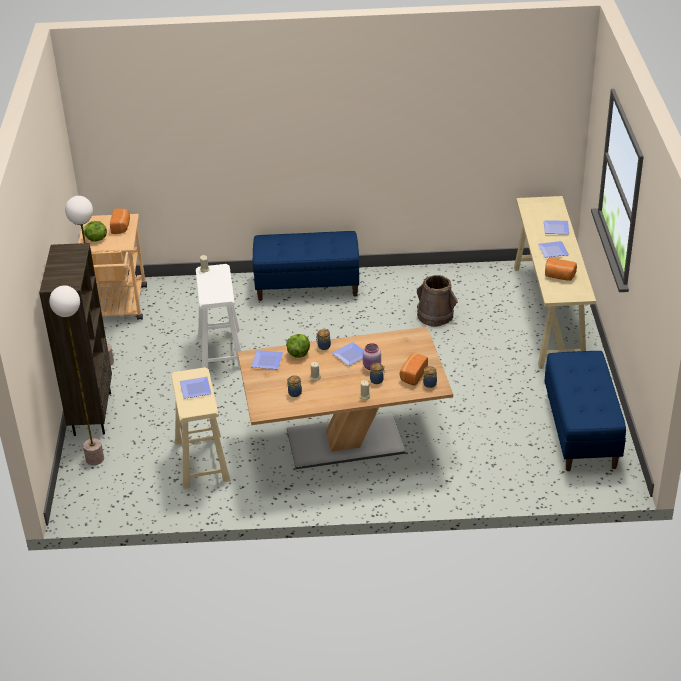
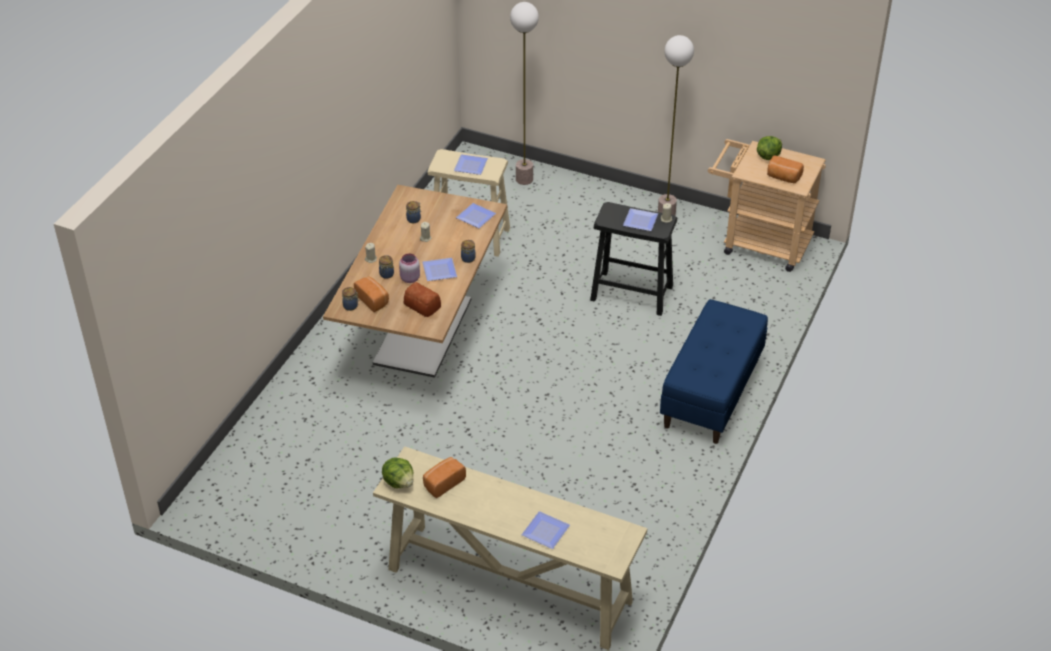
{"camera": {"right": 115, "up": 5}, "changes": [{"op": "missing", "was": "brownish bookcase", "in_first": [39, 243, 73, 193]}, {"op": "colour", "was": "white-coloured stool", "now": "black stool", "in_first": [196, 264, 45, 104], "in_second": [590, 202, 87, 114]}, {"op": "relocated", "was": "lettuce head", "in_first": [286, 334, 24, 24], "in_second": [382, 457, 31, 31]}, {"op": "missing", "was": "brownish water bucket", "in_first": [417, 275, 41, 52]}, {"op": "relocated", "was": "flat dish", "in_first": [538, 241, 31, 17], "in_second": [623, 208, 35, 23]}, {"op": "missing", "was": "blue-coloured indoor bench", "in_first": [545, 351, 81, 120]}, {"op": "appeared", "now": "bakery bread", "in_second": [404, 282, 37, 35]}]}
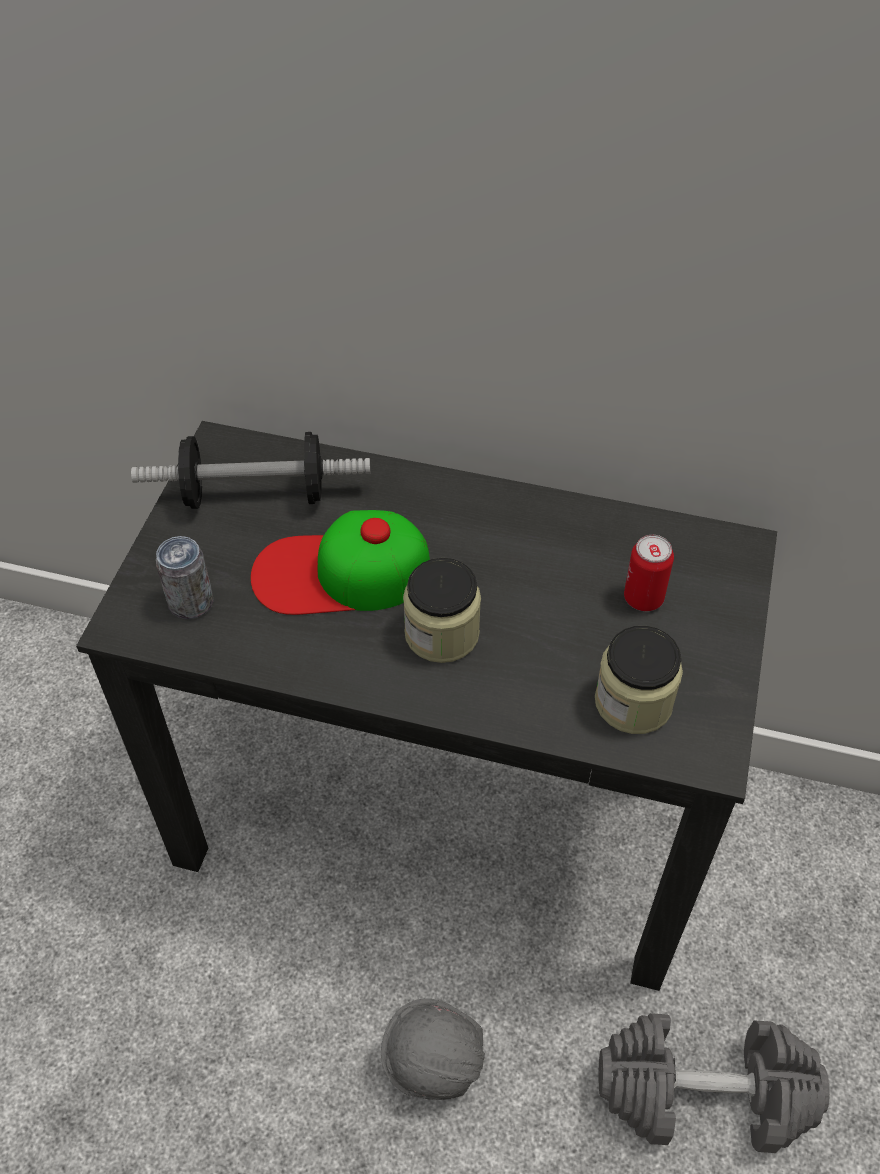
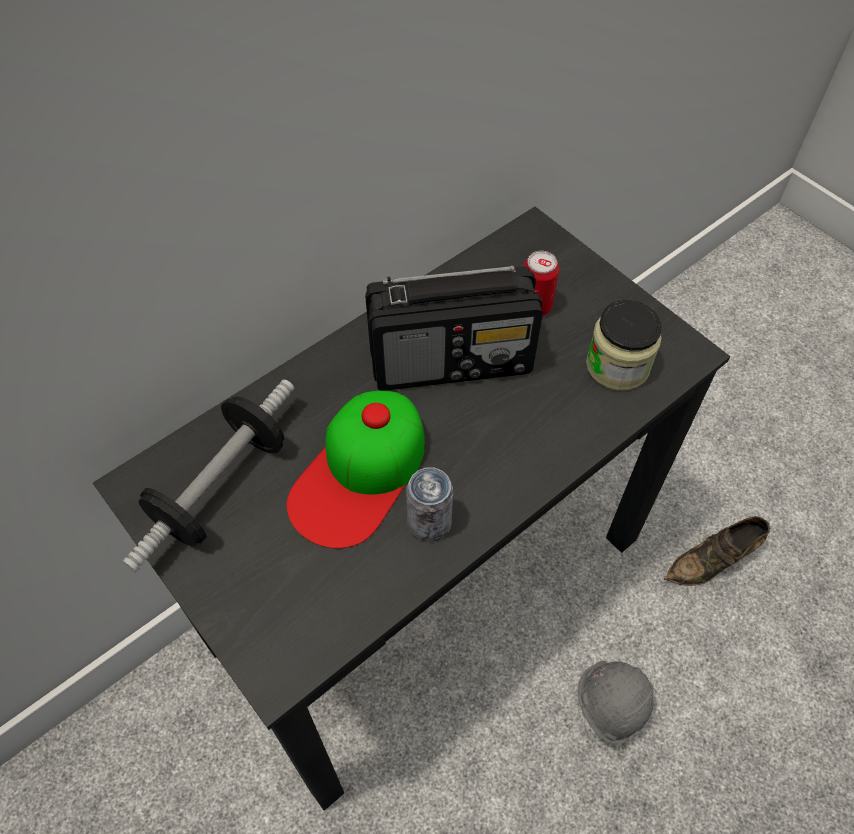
{"camera": {"right": -55, "up": 5}, "changes": [{"op": "relocated", "was": "metal can", "in_first": [156, 536, 58, 83], "in_second": [406, 467, 47, 75]}, {"op": "missing", "was": "jar", "in_first": [403, 558, 78, 105]}, {"op": "exchanged", "was": "grey hand weight", "now": "brownish low shoe", "in_first": [598, 1013, 232, 140], "in_second": [664, 516, 106, 70]}, {"op": "appeared", "now": "radio receiver", "in_second": [365, 266, 178, 125]}]}
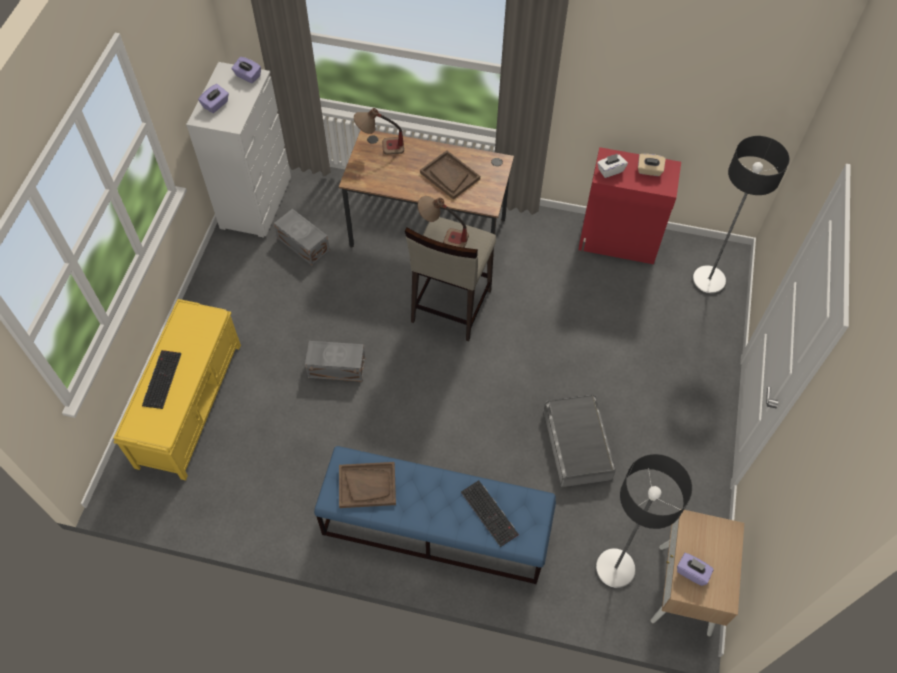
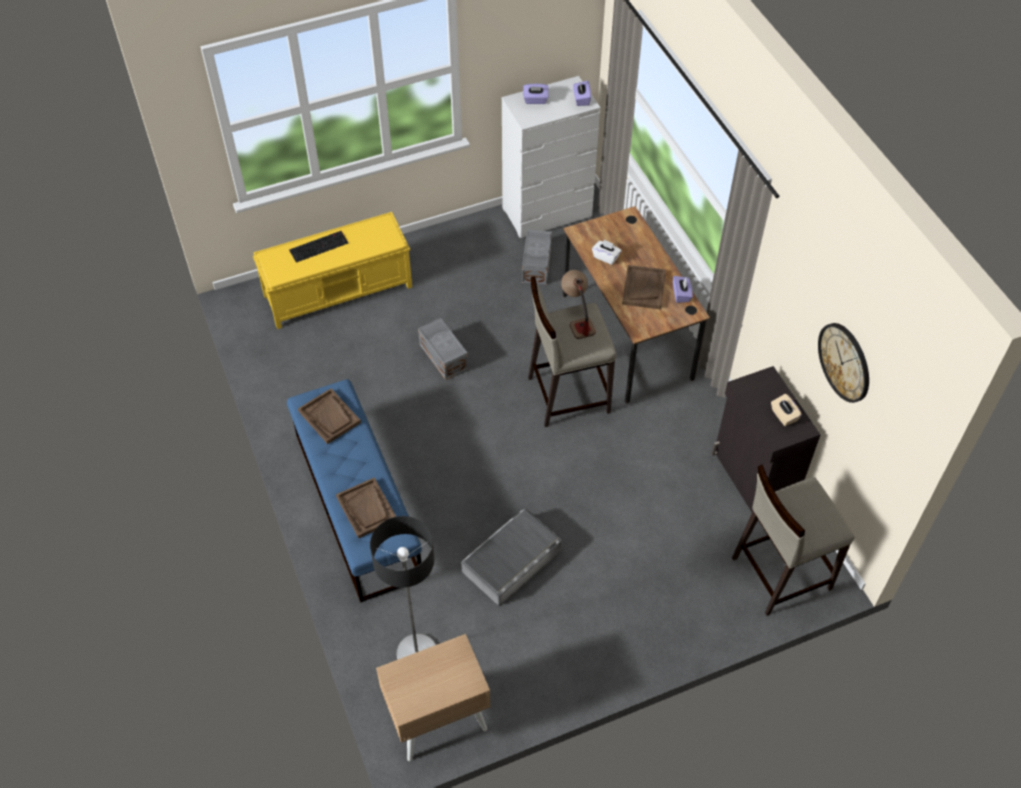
{"camera": {"right": 55, "up": -5}, "changes": [{"op": "missing", "was": "tabletop lamp", "in_first": [354, 108, 50, 47]}, {"op": "exchanged", "was": "computer keyboard", "now": "brownish serving tray", "in_first": [461, 480, 58, 67], "in_second": [336, 478, 60, 60]}, {"op": "colour", "was": "reddish storage cabinet", "now": "black storage cabinet", "in_first": [578, 147, 103, 117], "in_second": [712, 366, 109, 146]}, {"op": "relocated", "was": "white-coloured tissue box", "in_first": [597, 153, 31, 25], "in_second": [592, 240, 30, 25]}, {"op": "relocated", "was": "purplish tissue box", "in_first": [677, 553, 37, 33], "in_second": [673, 276, 20, 27]}, {"op": "exchanged", "was": "floor lamp", "now": "sand-coloured stool", "in_first": [692, 136, 98, 159], "in_second": [732, 464, 123, 152]}, {"op": "appeared", "now": "hanging clock", "in_second": [818, 323, 51, 80]}]}
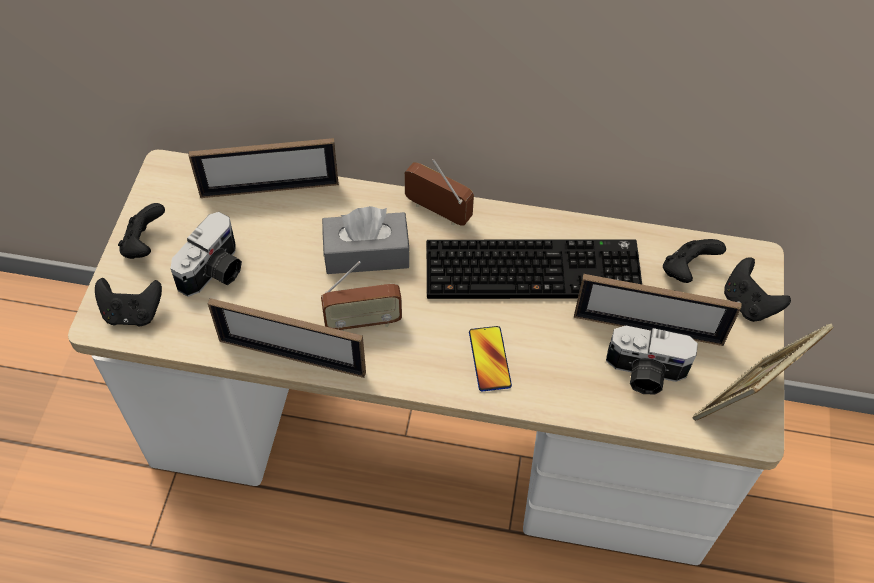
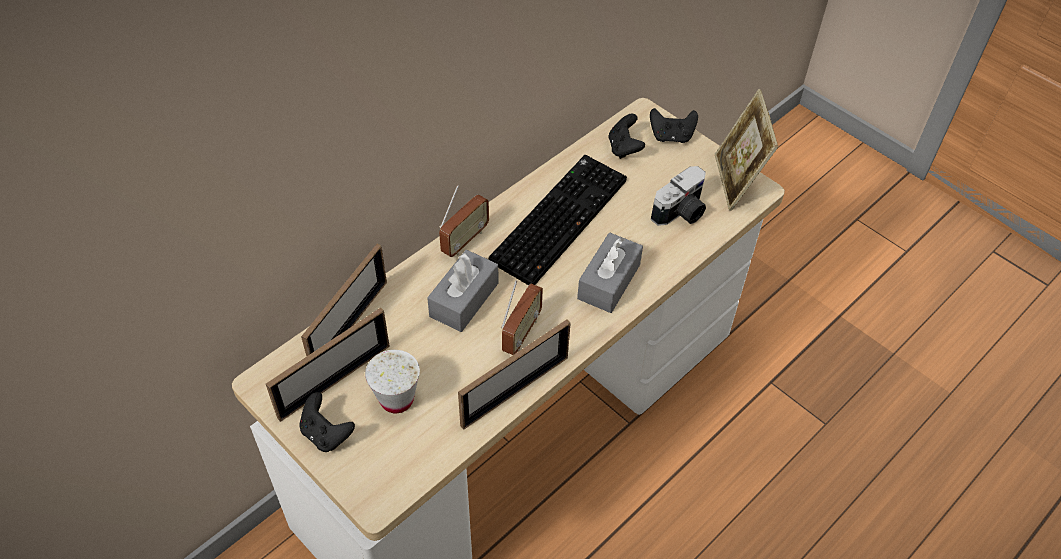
{"camera": {"right": -55, "up": -5}, "changes": [{"op": "missing", "was": "black game controller", "in_first": [95, 278, 67, 49]}, {"op": "exchanged", "was": "still camera", "now": "white-coloured cup", "in_first": [170, 212, 72, 85], "in_second": [365, 350, 55, 63]}, {"op": "spun", "was": "radio receiver", "in_first": [404, 159, 70, 67], "in_second": [439, 185, 50, 72], "clockwise": 150}, {"op": "exchanged", "was": "handset", "now": "grey tissue box", "in_first": [469, 326, 43, 65], "in_second": [577, 233, 66, 80]}, {"op": "relocated", "was": "photo frame", "in_first": [574, 274, 168, 72], "in_second": [266, 307, 124, 115]}]}
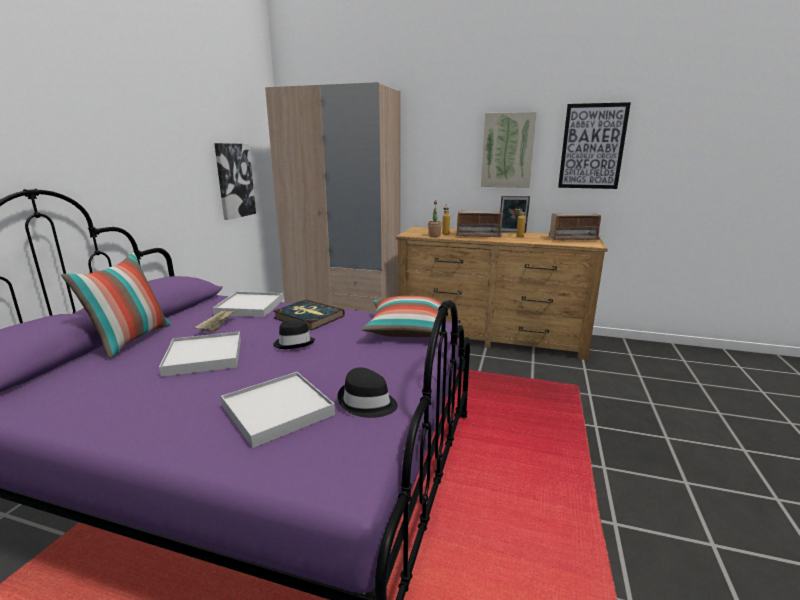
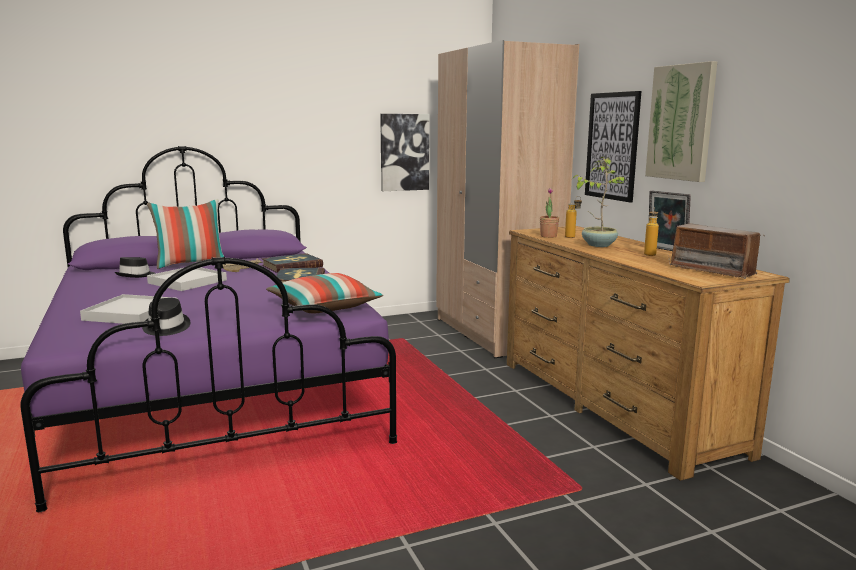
{"camera": {"right": 50, "up": -5}, "changes": [{"op": "exchanged", "was": "white-coloured serving tray", "now": "bound book", "in_first": [212, 292, 71, 25], "in_second": [261, 253, 62, 20]}, {"op": "relocated", "was": "black wearable hat", "in_first": [273, 320, 42, 29], "in_second": [115, 257, 40, 21]}, {"op": "exchanged", "was": "radio receiver", "now": "houseplant", "in_first": [455, 211, 47, 26], "in_second": [572, 157, 54, 90]}, {"op": "relocated", "was": "wall art", "in_first": [558, 102, 73, 87], "in_second": [585, 91, 56, 112]}]}
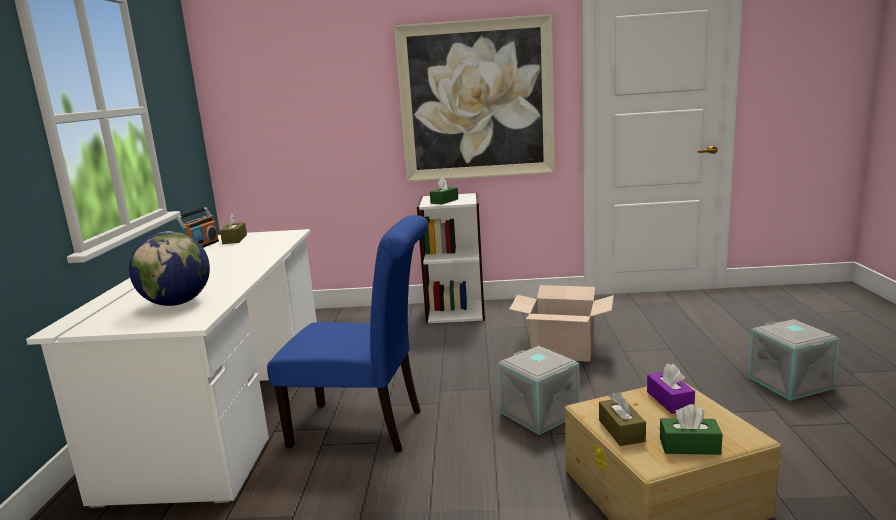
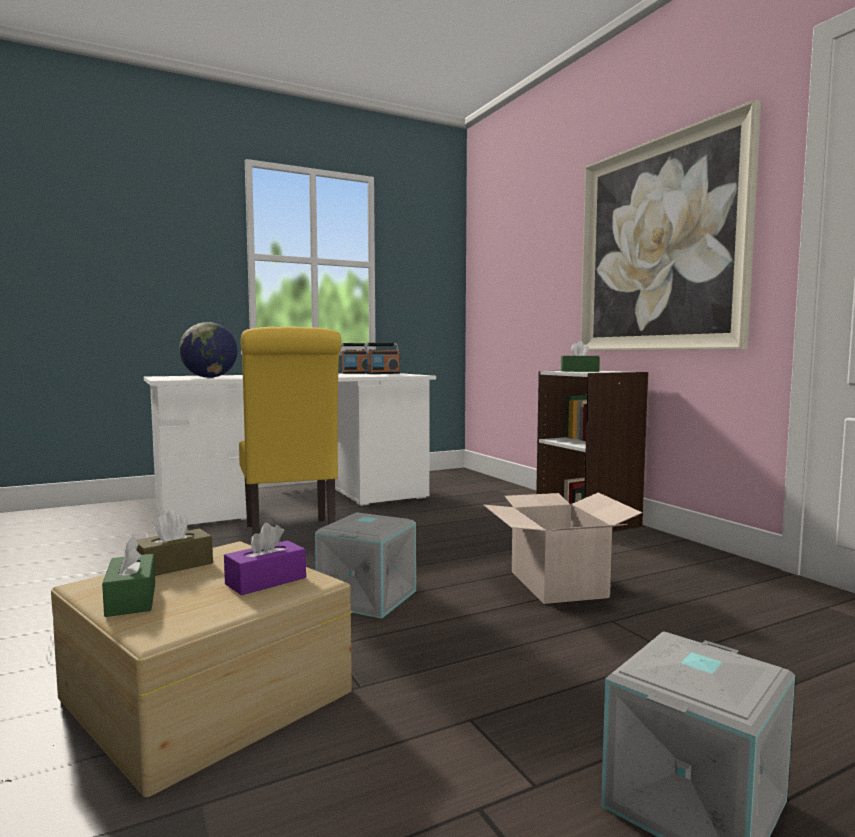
{"camera": {"right": 60, "up": -10}, "changes": [{"op": "exchanged", "was": "brownish tissue box", "now": "radio receiver", "in_first": [220, 213, 27, 31], "in_second": [364, 343, 37, 31]}, {"op": "colour", "was": "blue-coloured plain chair", "now": "yellow plain chair", "in_first": [267, 215, 161, 237], "in_second": [239, 327, 102, 208]}]}
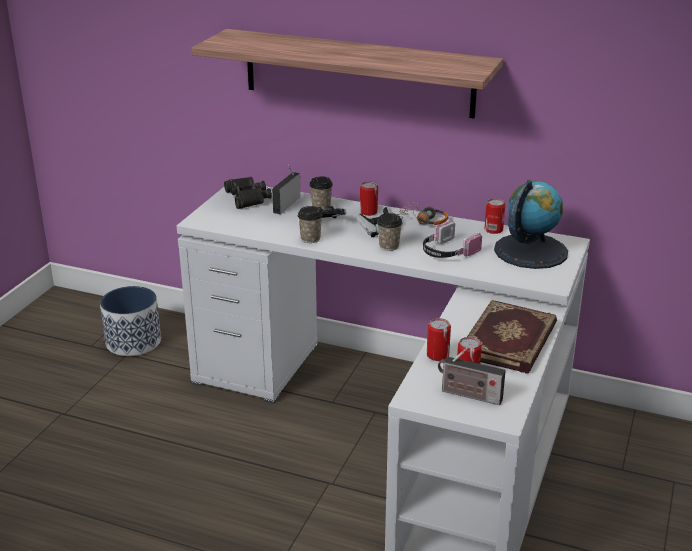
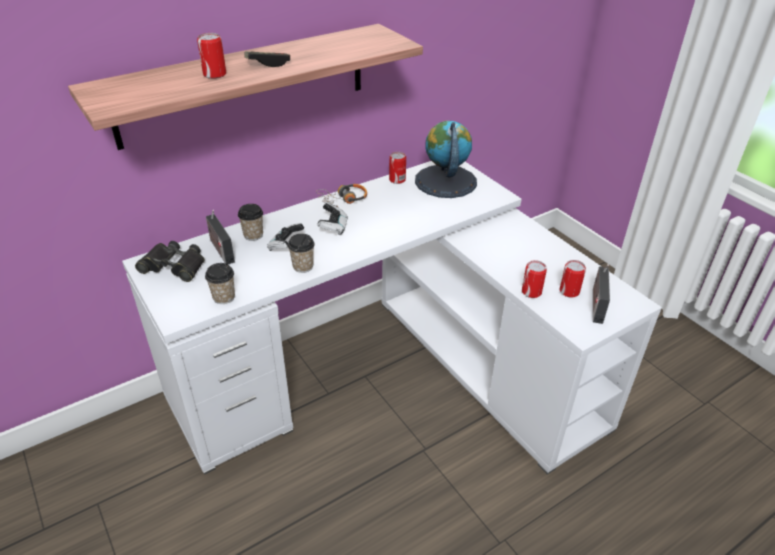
{"camera": {"right": -55, "up": 10}, "changes": [{"op": "missing", "was": "flower pot", "in_first": [100, 286, 61, 70]}, {"op": "relocated", "was": "metal can", "in_first": [360, 181, 18, 35], "in_second": [197, 33, 29, 46]}, {"op": "relocated", "was": "cup", "in_first": [377, 213, 25, 38], "in_second": [205, 263, 30, 41]}, {"op": "missing", "was": "headset", "in_first": [423, 221, 59, 37]}, {"op": "spun", "was": "radio receiver", "in_first": [438, 347, 68, 58], "in_second": [593, 264, 17, 60], "clockwise": 135}, {"op": "missing", "was": "bound book", "in_first": [467, 300, 90, 74]}, {"op": "appeared", "now": "game controller", "in_second": [244, 51, 46, 16]}]}
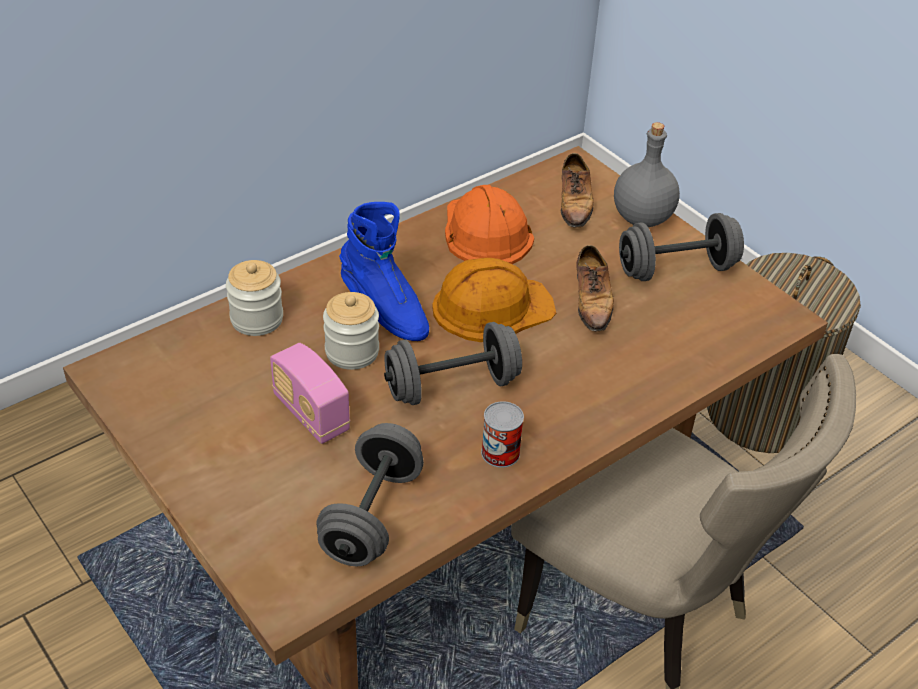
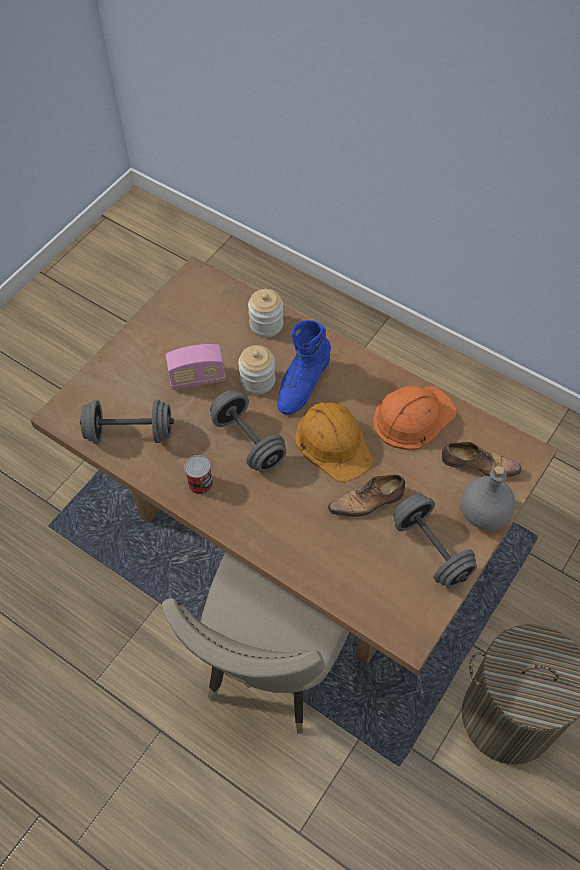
{"camera": {"right": 75, "up": 15}, "changes": [{"op": "spun", "was": "radio receiver", "in_first": [270, 343, 80, 101], "in_second": [166, 344, 59, 46], "clockwise": -135}, {"op": "spun", "was": "low shoe", "in_first": [561, 153, 33, 75], "in_second": [442, 442, 79, 35], "clockwise": -150}]}
